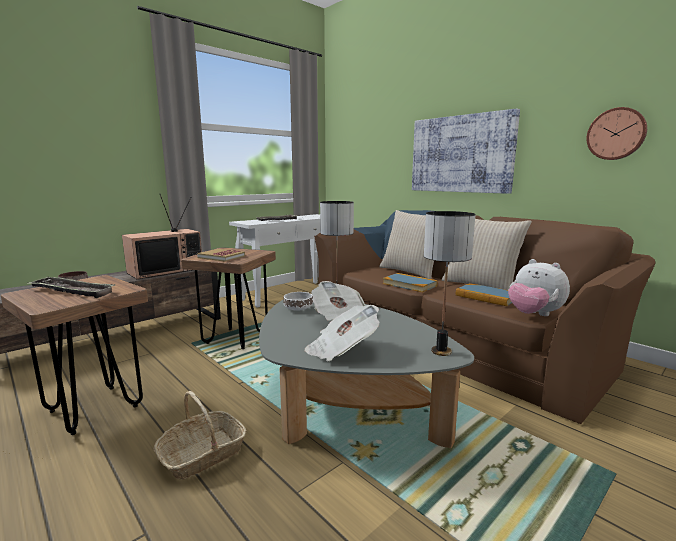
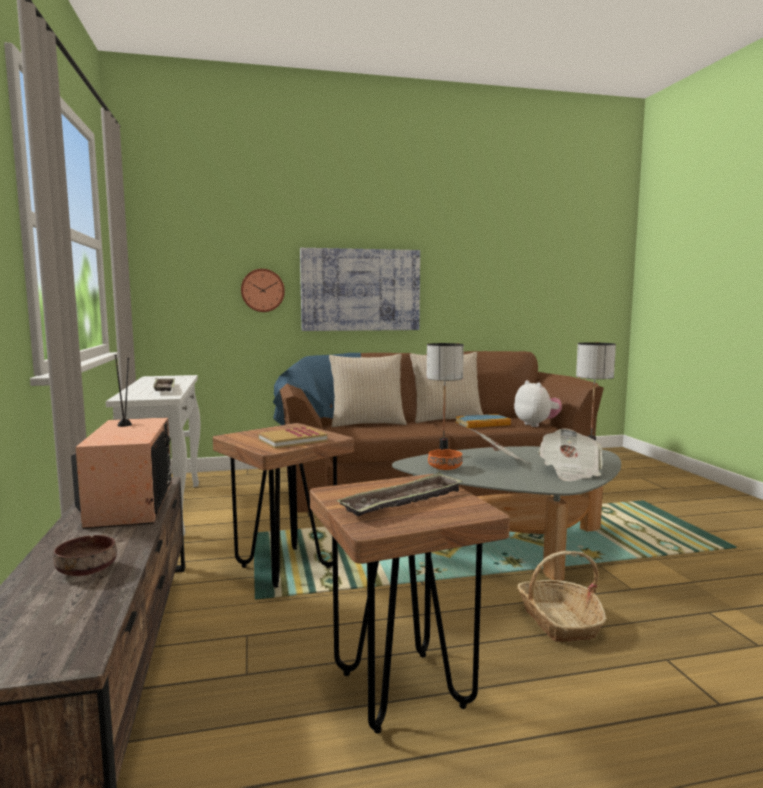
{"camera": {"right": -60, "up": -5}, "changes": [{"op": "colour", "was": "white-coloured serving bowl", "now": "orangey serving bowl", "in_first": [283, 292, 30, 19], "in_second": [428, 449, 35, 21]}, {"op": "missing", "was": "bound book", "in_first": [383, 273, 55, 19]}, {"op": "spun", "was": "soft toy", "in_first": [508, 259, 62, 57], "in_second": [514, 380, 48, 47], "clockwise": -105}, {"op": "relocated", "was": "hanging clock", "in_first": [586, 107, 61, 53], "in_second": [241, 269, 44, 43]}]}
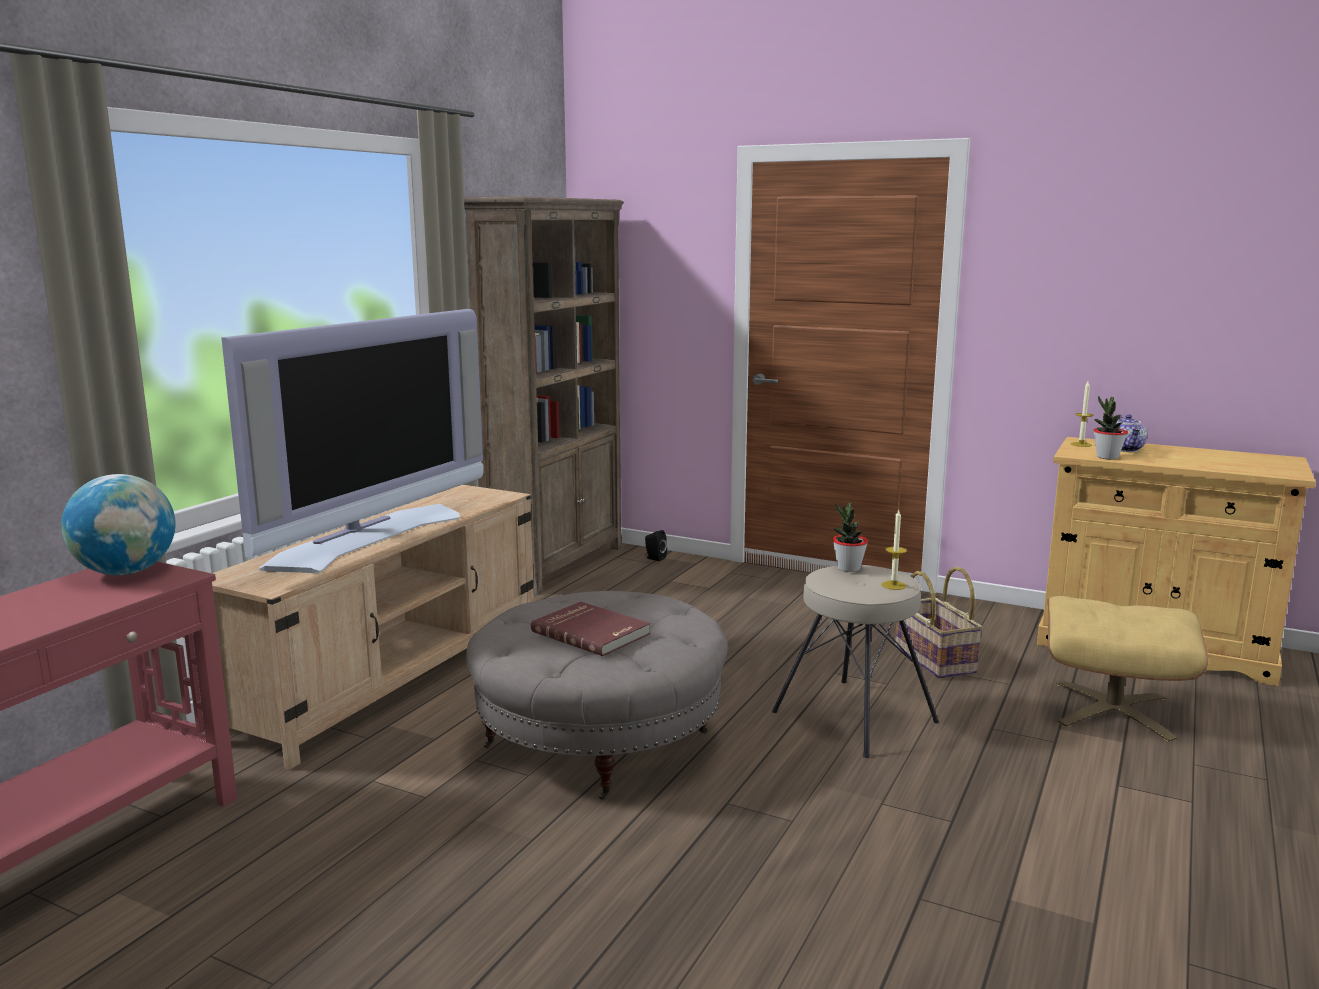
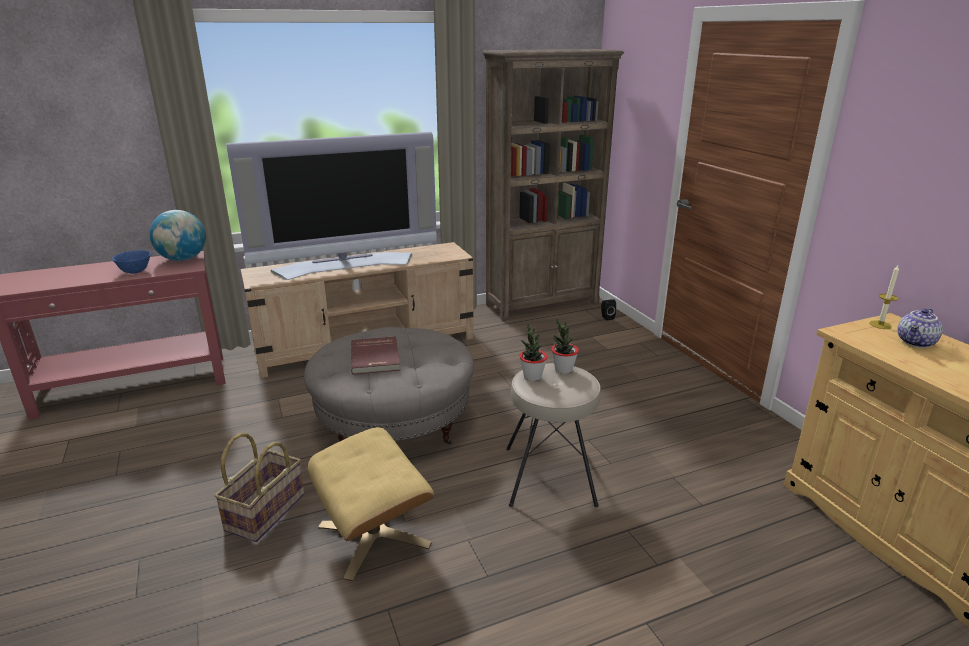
{"camera": {"right": 40, "up": 10}, "changes": [{"op": "missing", "was": "candle", "in_first": [881, 509, 26, 81]}, {"op": "relocated", "was": "basket", "in_first": [895, 567, 88, 112], "in_second": [214, 433, 91, 109]}, {"op": "relocated", "was": "sand-coloured pouffe", "in_first": [1047, 596, 161, 146], "in_second": [308, 427, 126, 155]}, {"op": "relocated", "was": "houseplant", "in_first": [1094, 396, 34, 64], "in_second": [519, 324, 28, 57]}, {"op": "appeared", "now": "blue-coloured serving bowl", "in_second": [112, 250, 39, 24]}]}
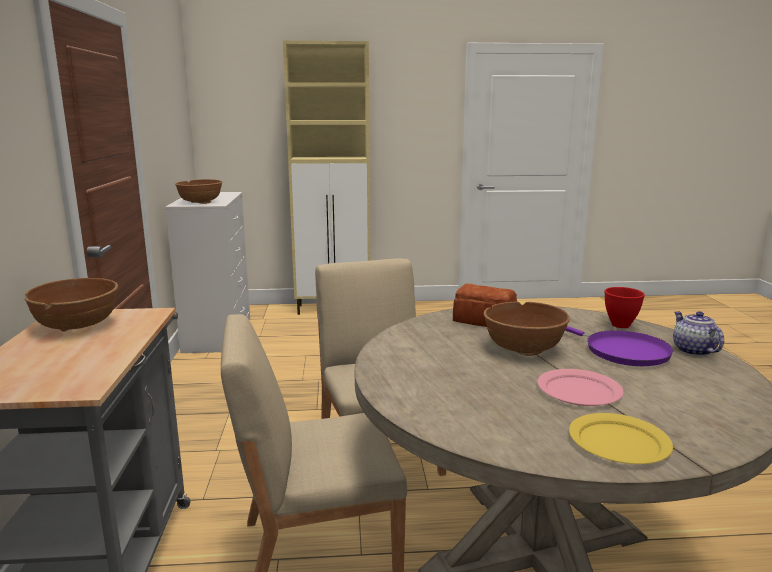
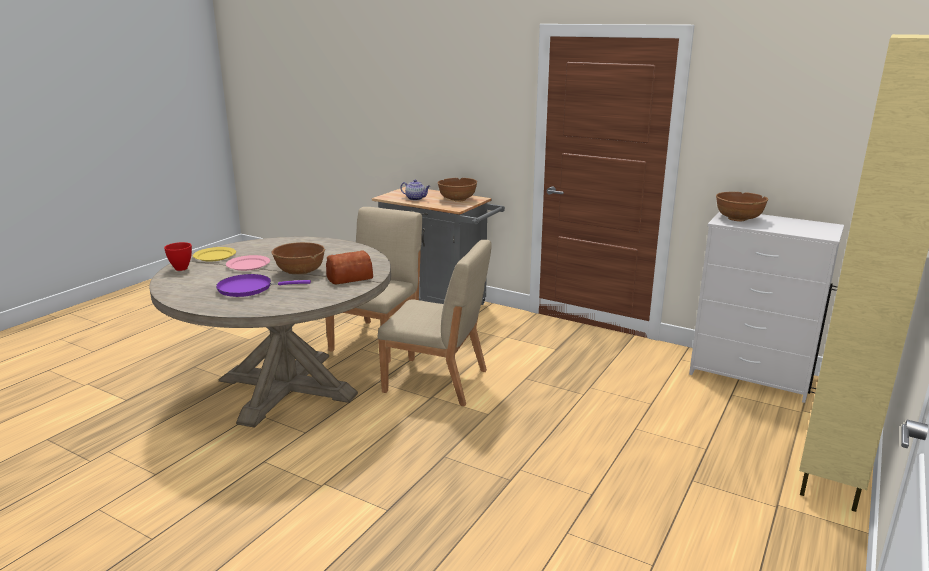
{"camera": {"right": 125, "up": 5}, "changes": [{"op": "relocated", "was": "reddish serving bowl", "in_first": [605, 287, 40, 41], "in_second": [164, 242, 28, 29]}, {"op": "relocated", "was": "pot for tea", "in_first": [673, 311, 51, 45], "in_second": [400, 179, 30, 21]}]}
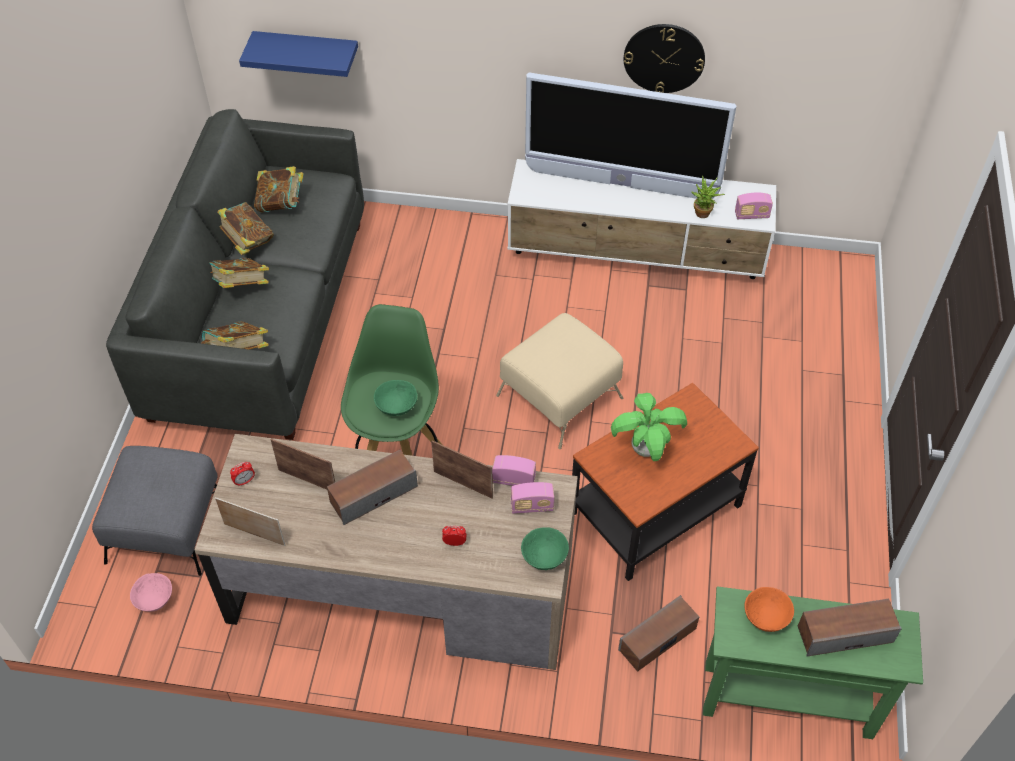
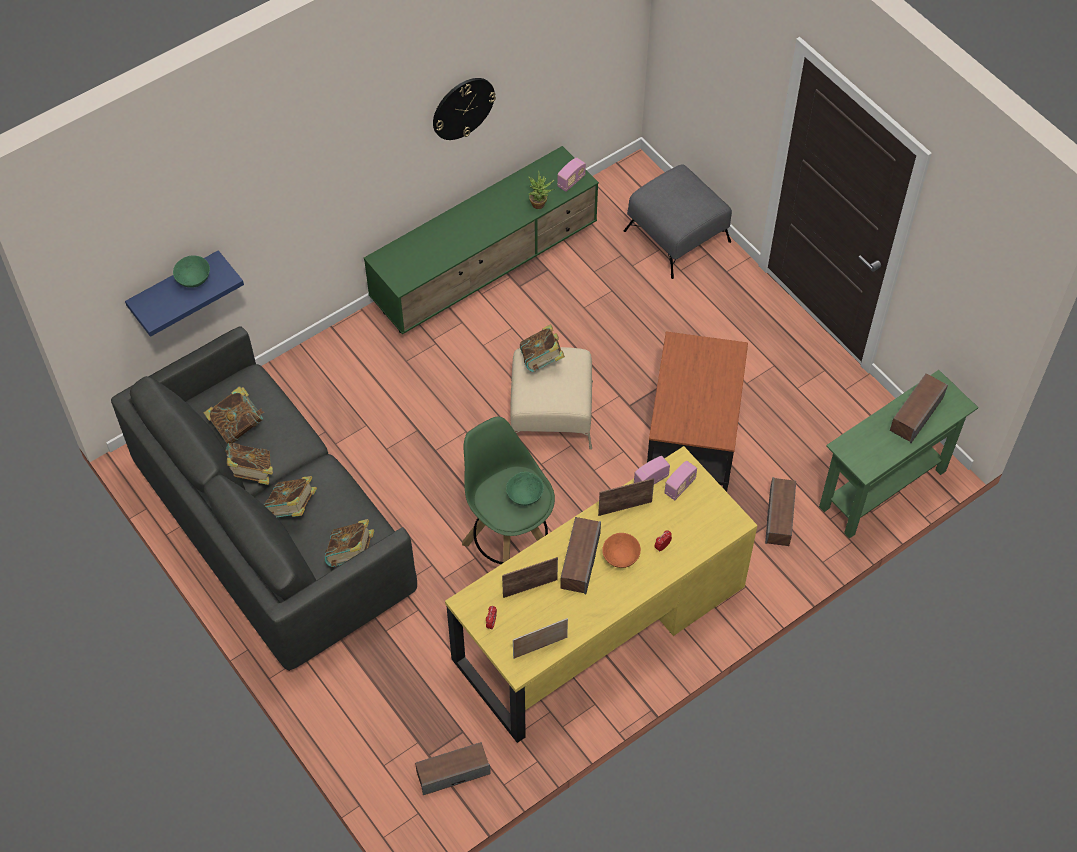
{"camera": {"right": -45, "up": 5}, "changes": [{"op": "relocated", "was": "grey pouffe", "in_first": [92, 446, 126, 130], "in_second": [624, 164, 108, 115]}, {"op": "exchanged", "was": "pinkish serving bowl", "now": "loudspeaker", "in_first": [130, 573, 42, 39], "in_second": [415, 742, 76, 53]}, {"op": "colour", "was": "brownish desk table", "now": "yellow desk table", "in_first": [195, 434, 383, 236], "in_second": [445, 446, 313, 297]}, {"op": "colour", "was": "white-coloured media console", "now": "green media console", "in_first": [508, 159, 268, 120], "in_second": [364, 146, 235, 188]}, {"op": "relocated", "was": "green serving bowl", "in_first": [521, 527, 48, 43], "in_second": [173, 255, 37, 33]}, {"op": "missing", "was": "television", "in_first": [525, 72, 211, 127]}, {"op": "missing", "was": "houseplant", "in_first": [611, 393, 76, 68]}, {"op": "relocated", "was": "orangey serving bowl", "in_first": [745, 587, 49, 45], "in_second": [602, 533, 39, 35]}, {"op": "appeared", "now": "bound book", "in_second": [520, 324, 45, 48]}]}
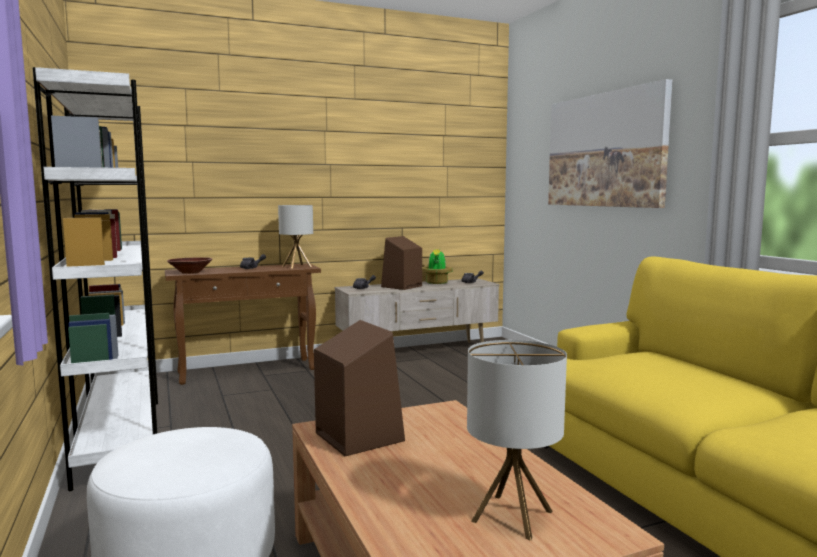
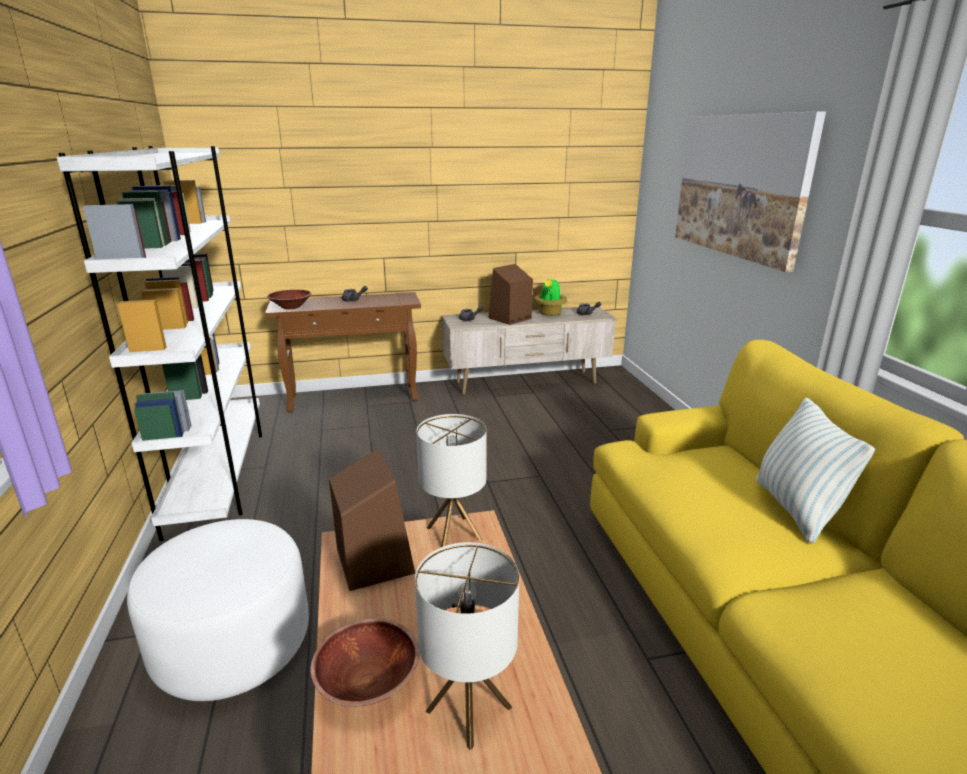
{"camera": {"right": 10, "up": 15}, "changes": [{"op": "relocated", "was": "tabletop lamp", "in_first": [278, 205, 35, 64], "in_second": [416, 414, 71, 133]}, {"op": "appeared", "now": "brownish serving bowl", "in_second": [310, 619, 109, 88]}, {"op": "appeared", "now": "pillow", "in_second": [755, 397, 120, 146]}]}
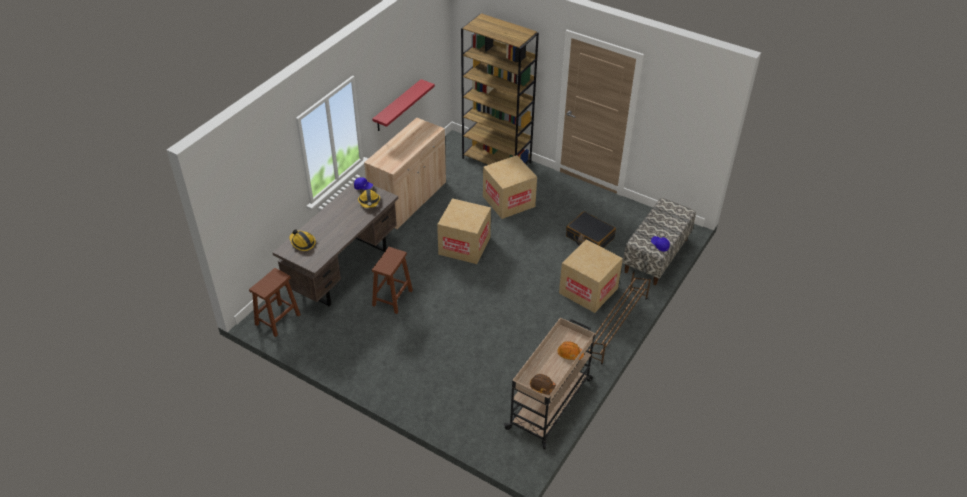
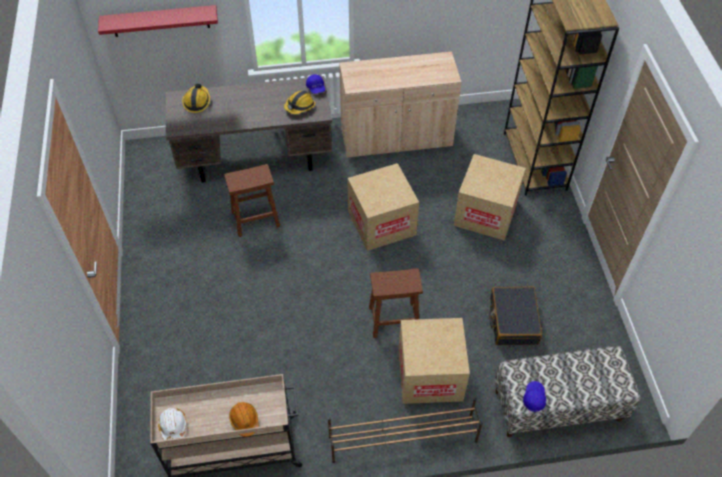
{"camera": {"right": 50, "up": 10}, "changes": [{"op": "relocated", "was": "brownish stool", "in_first": [249, 268, 52, 69], "in_second": [369, 268, 54, 70]}, {"op": "relocated", "was": "reddish wall shelf", "in_first": [372, 79, 63, 52], "in_second": [98, 5, 120, 32]}, {"op": "colour", "was": "brownish work helmet", "now": "white-coloured work helmet", "in_first": [530, 374, 26, 21], "in_second": [158, 408, 28, 32]}]}
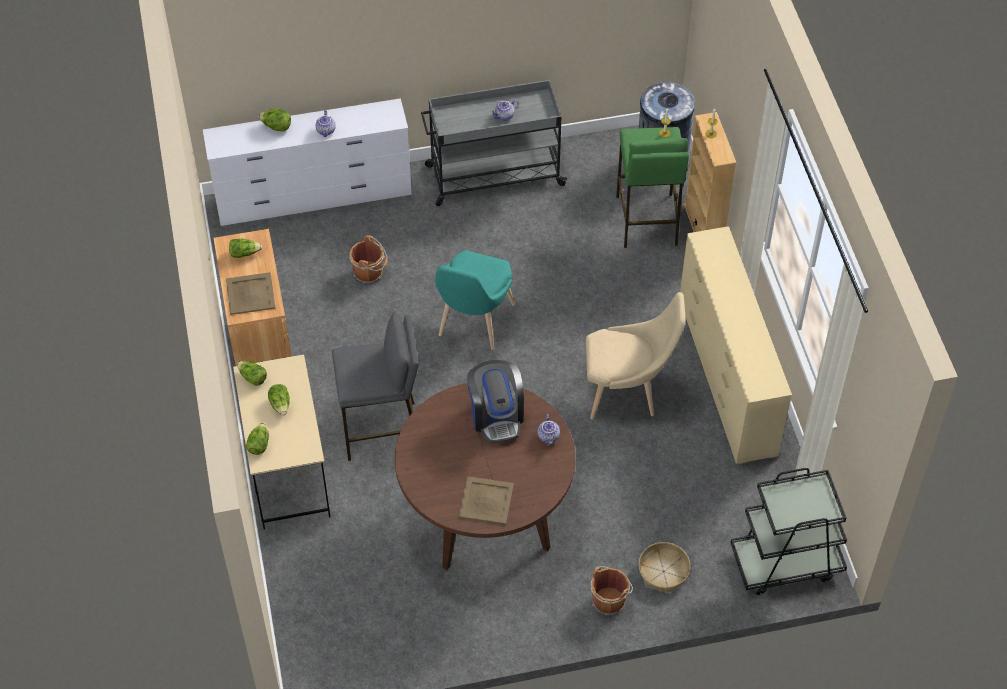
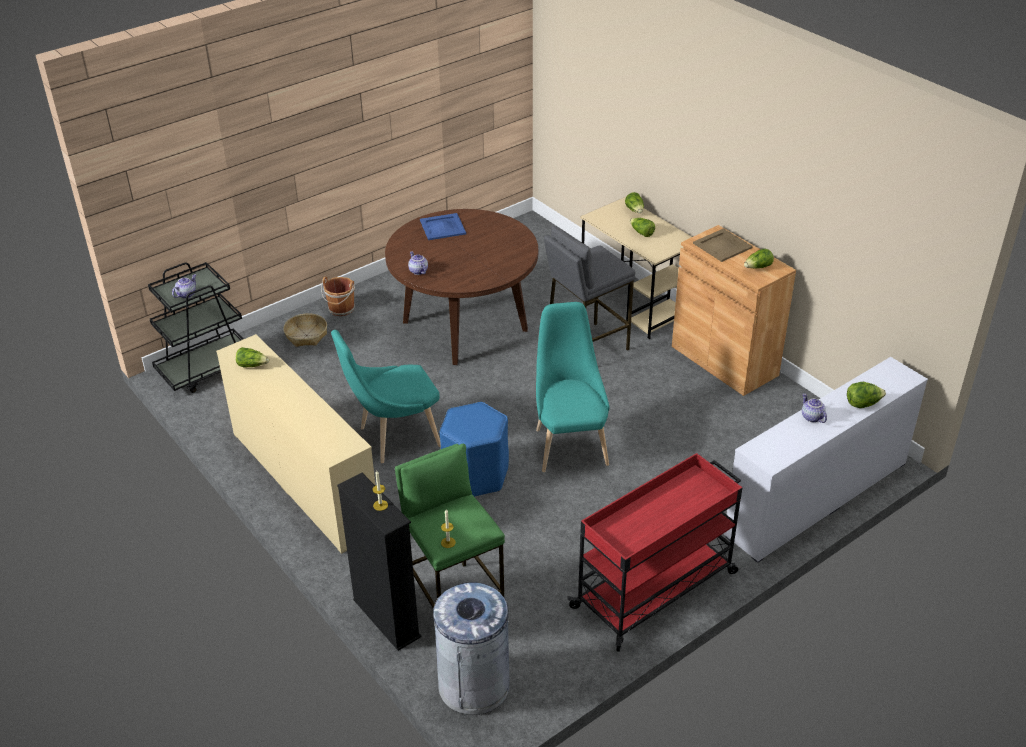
{"camera": {"right": 155, "up": -15}, "changes": [{"op": "relocated", "was": "lettuce head", "in_first": [237, 361, 30, 25], "in_second": [236, 347, 33, 20]}, {"op": "missing", "was": "brownish water bucket", "in_first": [349, 235, 39, 49]}, {"op": "colour", "was": "grey trolley", "now": "reddish trolley", "in_first": [421, 80, 147, 126], "in_second": [567, 453, 175, 199]}, {"op": "colour", "was": "sand-coloured serving tray", "now": "blue-coloured serving tray", "in_first": [459, 476, 55, 49], "in_second": [420, 213, 46, 27]}, {"op": "missing", "was": "coffee maker", "in_first": [467, 360, 57, 83]}, {"op": "relocated", "was": "pot for tea", "in_first": [490, 100, 29, 21], "in_second": [172, 274, 24, 24]}, {"op": "colour", "was": "sand-coloured plain chair", "now": "blue-green plain chair", "in_first": [586, 292, 100, 127], "in_second": [331, 330, 110, 133]}, {"op": "colour", "was": "sand-coloured bookcase", "now": "black bookcase", "in_first": [684, 112, 52, 120], "in_second": [337, 473, 84, 178]}, {"op": "appeared", "now": "blue-coloured stool", "in_second": [440, 402, 69, 95]}]}
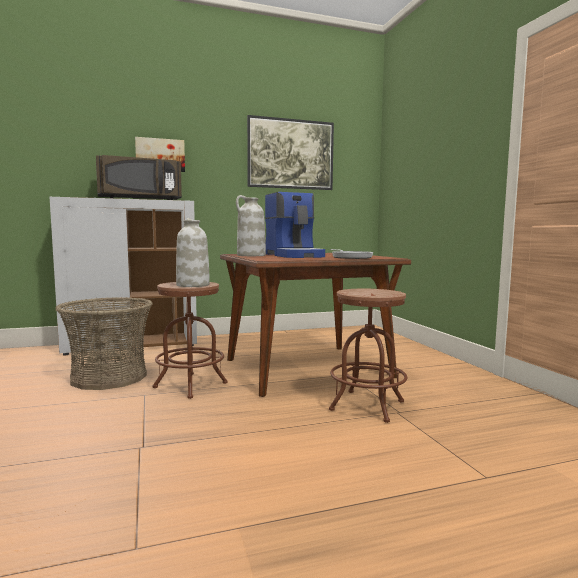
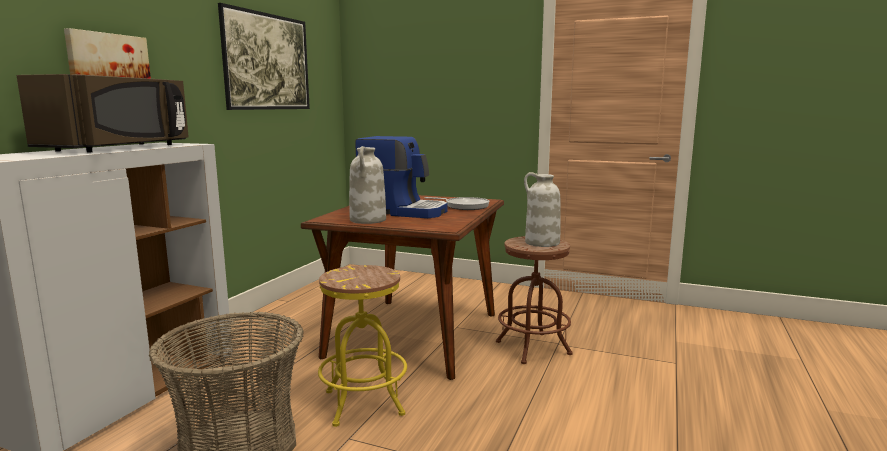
{"camera": {"right": -50, "up": 5}, "changes": [{"op": "colour", "was": "brownish stool", "now": "yellow stool", "in_first": [153, 282, 75, 117], "in_second": [318, 265, 89, 162]}, {"op": "relocated", "was": "white-coloured vase", "in_first": [176, 218, 34, 69], "in_second": [524, 172, 37, 75]}]}
